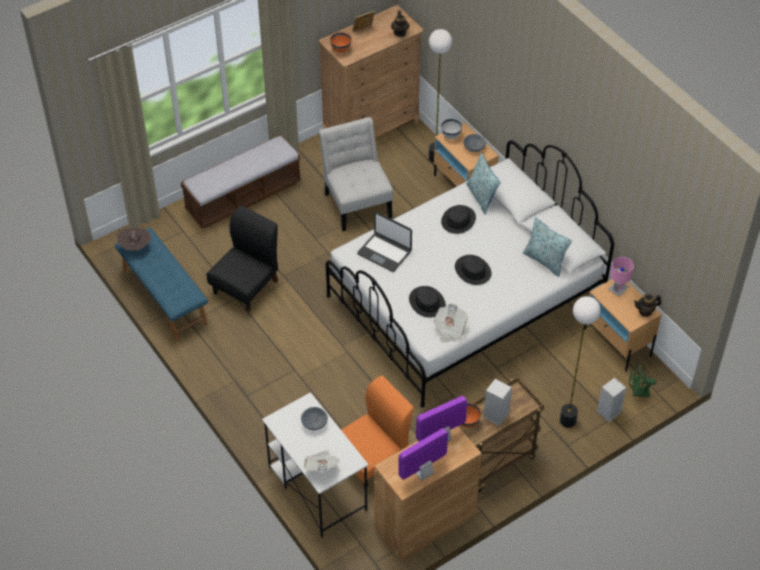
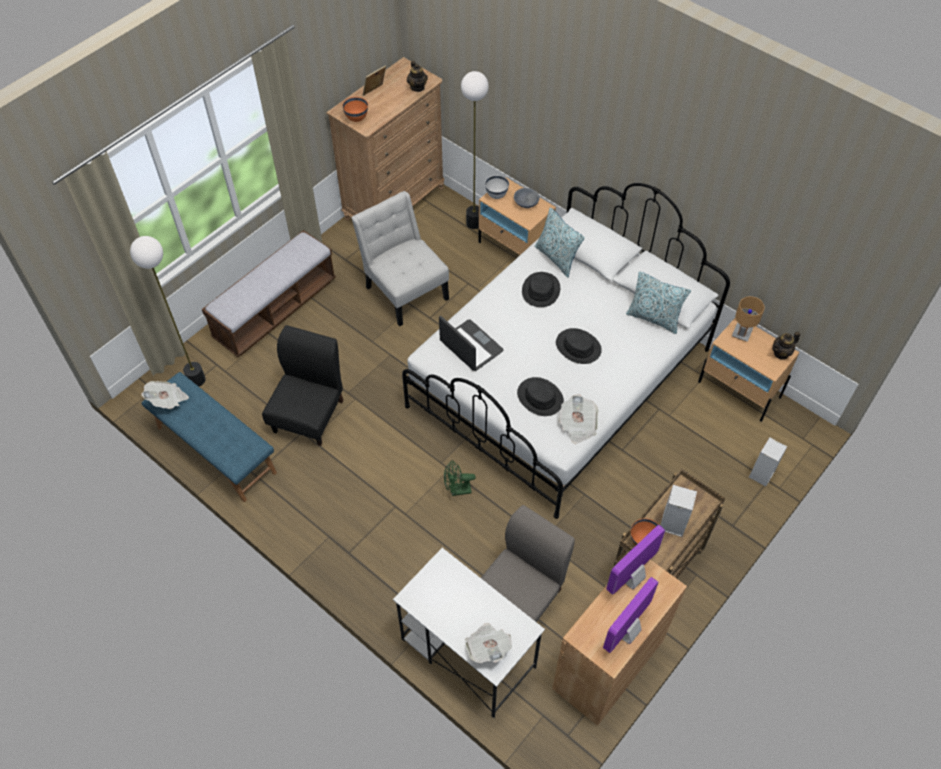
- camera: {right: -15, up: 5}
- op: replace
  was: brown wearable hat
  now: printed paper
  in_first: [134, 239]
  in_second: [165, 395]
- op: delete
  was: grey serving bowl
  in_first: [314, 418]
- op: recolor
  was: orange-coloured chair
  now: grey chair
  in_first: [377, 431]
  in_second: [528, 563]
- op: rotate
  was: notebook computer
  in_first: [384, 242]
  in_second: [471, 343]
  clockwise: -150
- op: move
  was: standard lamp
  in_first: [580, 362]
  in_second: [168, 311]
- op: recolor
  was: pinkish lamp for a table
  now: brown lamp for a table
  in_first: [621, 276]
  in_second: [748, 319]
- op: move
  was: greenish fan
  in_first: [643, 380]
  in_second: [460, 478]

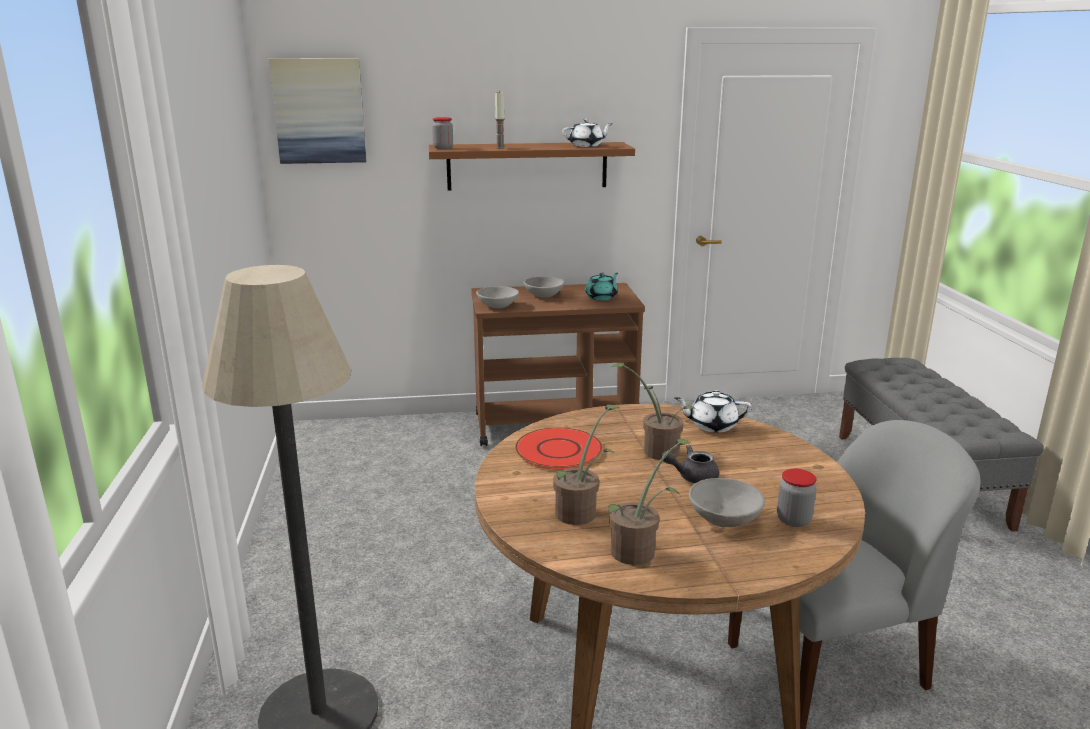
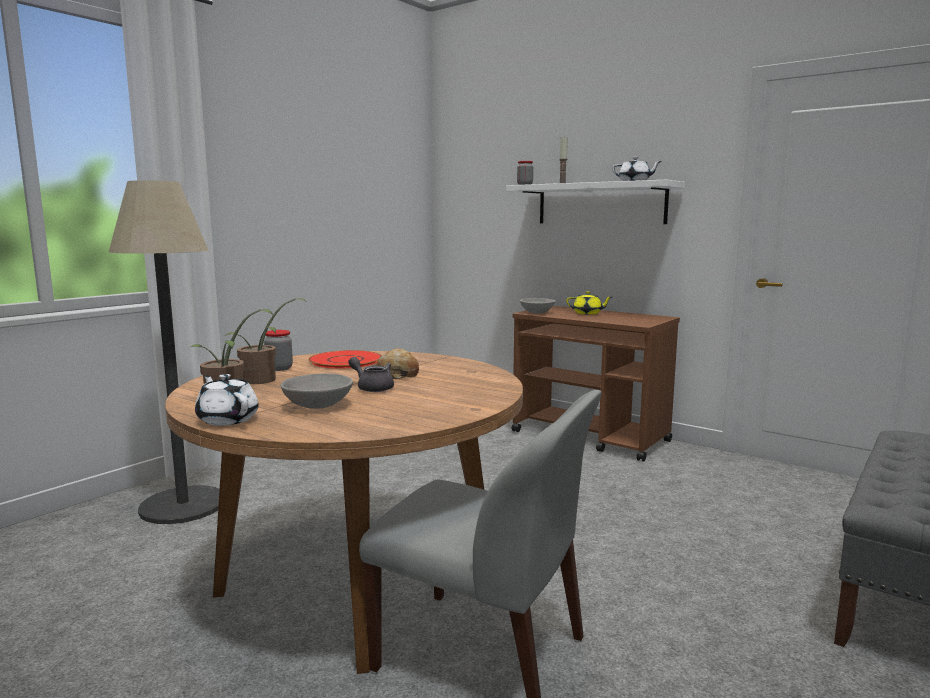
- camera: {right: 45, up: -10}
- op: delete
  was: picture
  in_first: [317, 111]
- op: recolor
  was: brown wall shelf
  now: white-coloured wall shelf
  in_first: [532, 166]
  in_second: [595, 201]
- op: replace
  was: grey serving bowl
  now: yellow-coloured tea pot
  in_first: [543, 287]
  in_second: [589, 303]
- op: delete
  was: turquoise-coloured tea pot
  in_first: [601, 286]
- op: replace
  was: houseplant
  now: baked bread
  in_first: [654, 411]
  in_second: [397, 364]
- op: move
  was: white-coloured tea pot
  in_first: [713, 411]
  in_second: [227, 400]
- op: move
  was: preserve jar
  in_first: [797, 498]
  in_second: [278, 350]

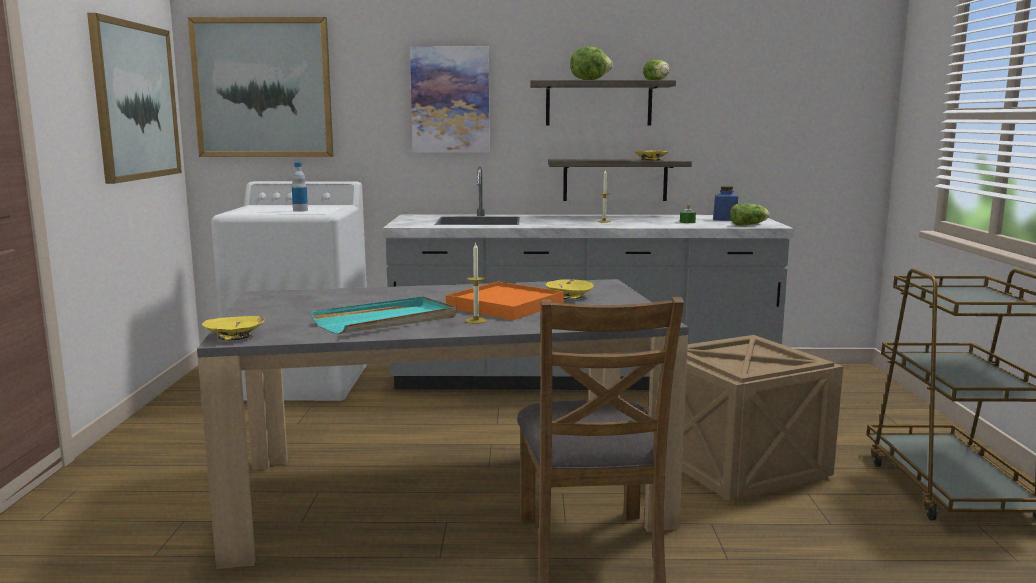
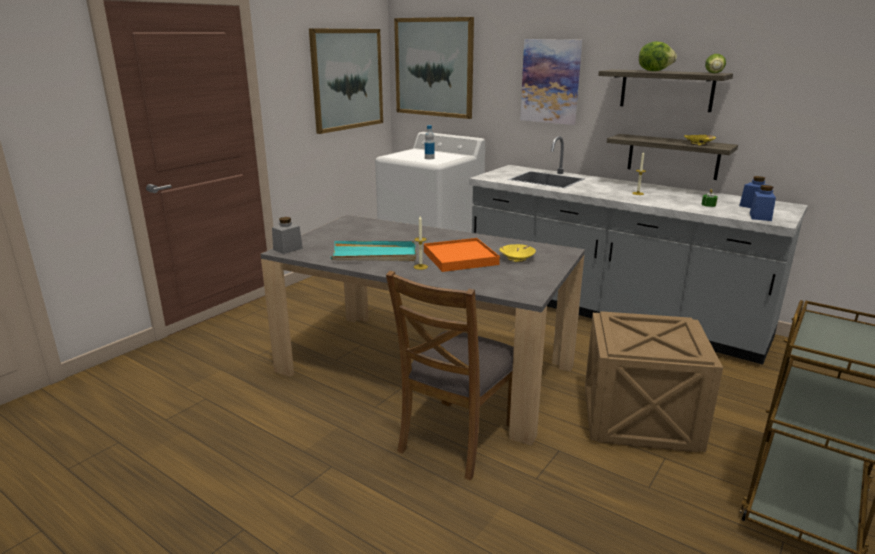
- camera: {right: 35, up: 10}
- op: replace
  was: yellow-coloured serving bowl
  now: grey preserve jar
  in_first: [233, 328]
  in_second: [287, 235]
- op: replace
  was: head of lettuce
  now: blue preserve jar
  in_first: [750, 214]
  in_second: [763, 203]

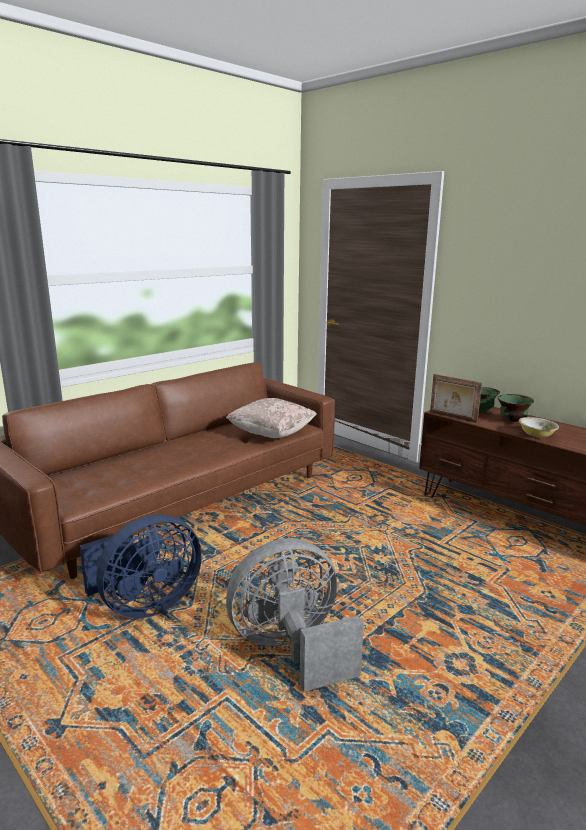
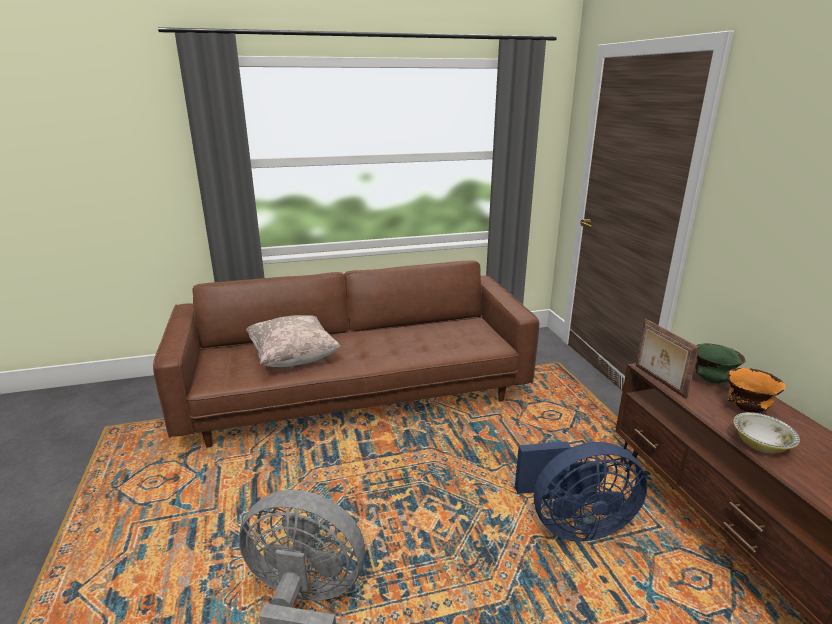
- camera: {right: 30, up: 5}
- op: move
  was: blue fan
  in_first: [141, 566]
  in_second: [581, 491]
- op: move
  was: sand-coloured throw pillow
  in_first: [271, 418]
  in_second: [293, 341]
- op: recolor
  was: greenish serving bowl
  now: orange-coloured serving bowl
  in_first: [516, 408]
  in_second: [755, 390]

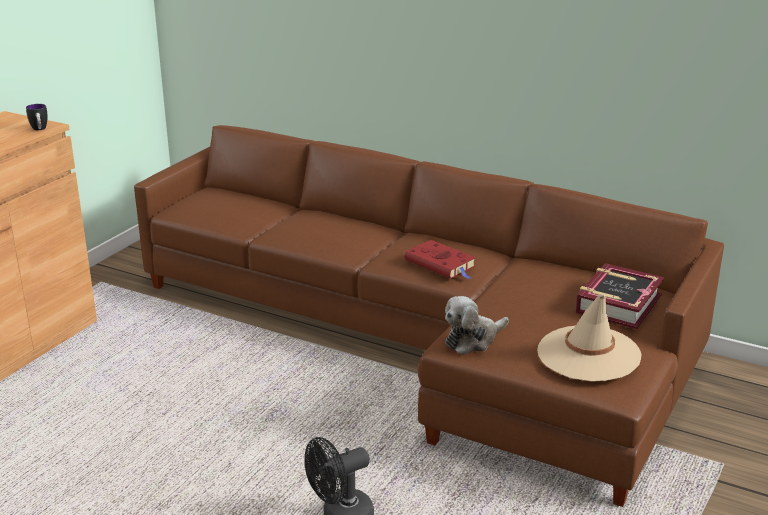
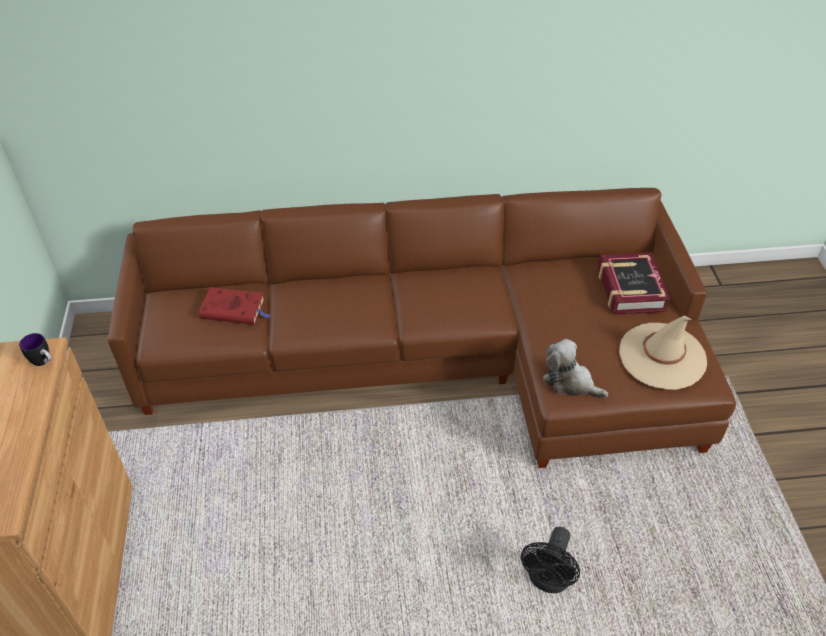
- camera: {right: -35, up: 20}
- op: move
  was: red-coloured book
  in_first: [440, 259]
  in_second: [234, 306]
- op: rotate
  was: plush toy
  in_first: [477, 325]
  in_second: [575, 368]
  clockwise: 105

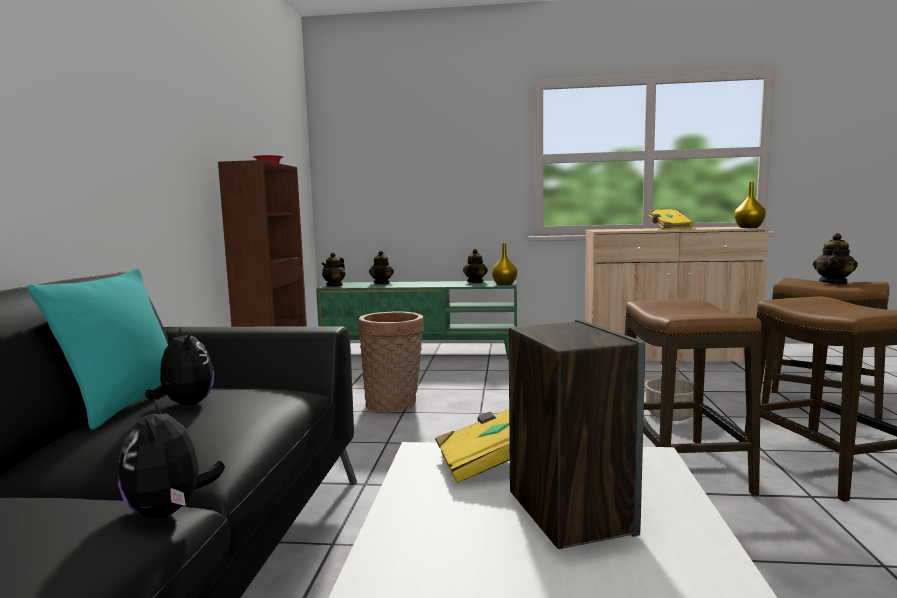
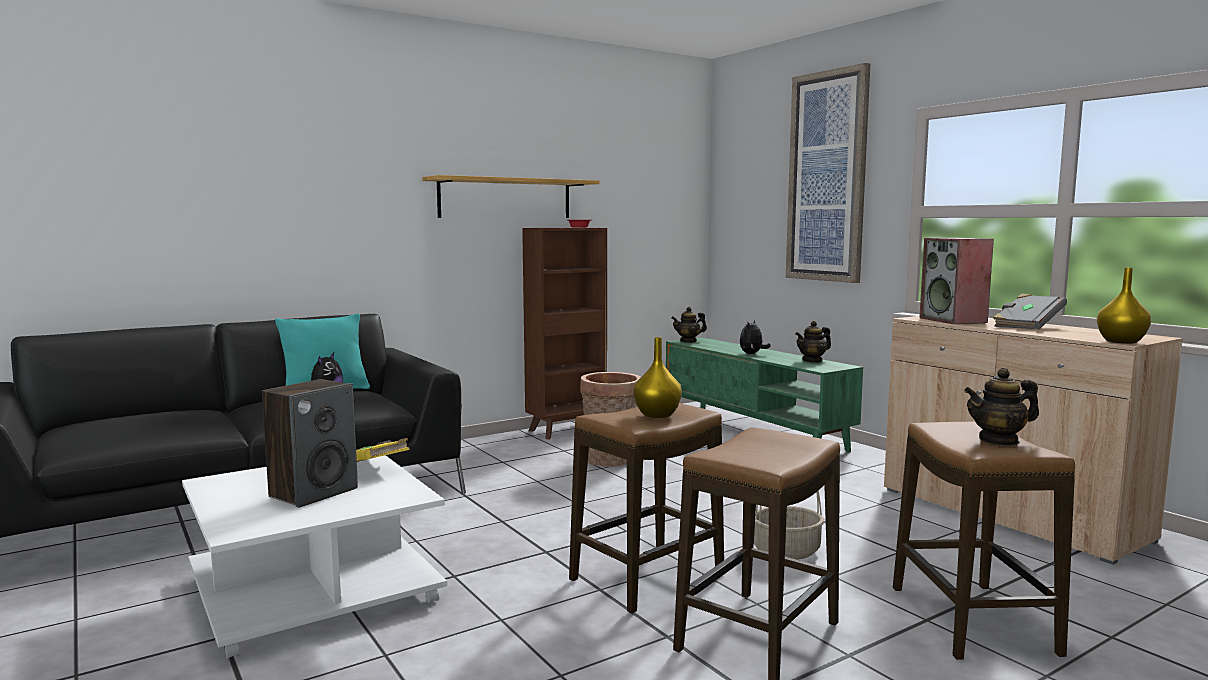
- camera: {right: 50, up: 0}
- op: move
  was: plush toy
  in_first: [171, 458]
  in_second: [755, 337]
- op: delete
  was: tea pot
  in_first: [381, 267]
- op: move
  was: yellow-coloured vase
  in_first: [504, 264]
  in_second: [657, 377]
- op: recolor
  was: yellow-coloured book
  now: grey book
  in_first: [670, 219]
  in_second: [1030, 312]
- op: insert
  now: wall shelf
  in_second: [510, 196]
- op: insert
  now: picture
  in_second: [828, 173]
- op: insert
  now: loudspeaker
  in_second: [956, 281]

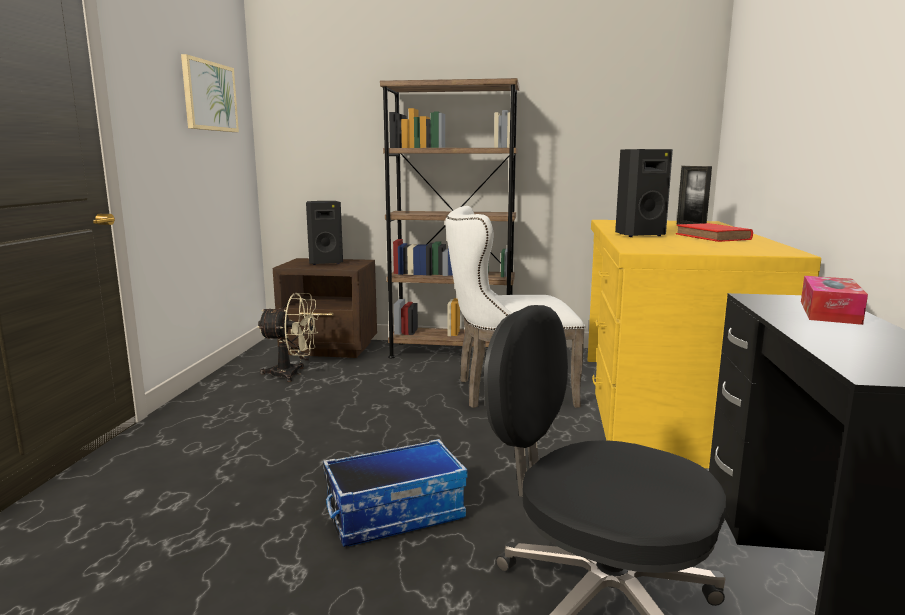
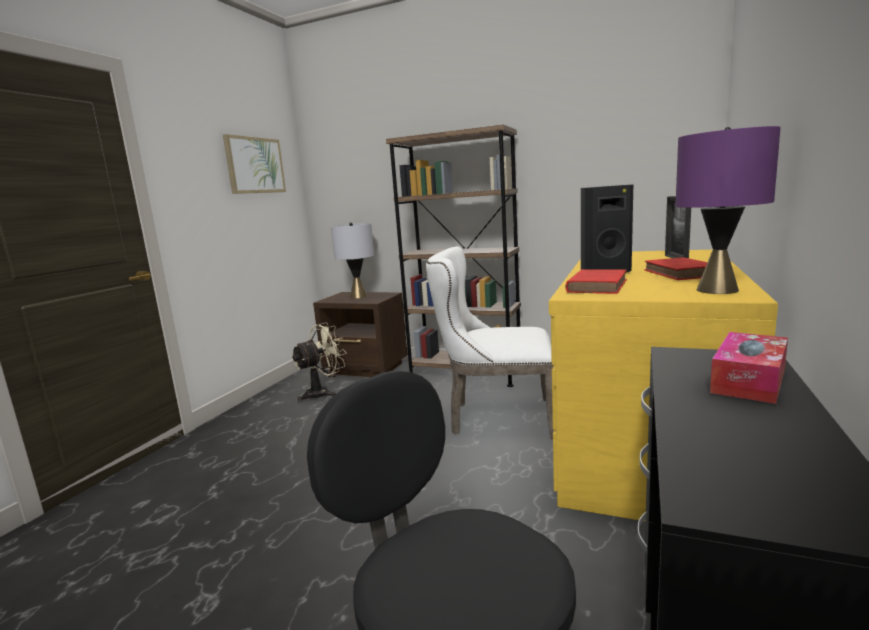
- camera: {right: 15, up: 0}
- op: rotate
  was: sand-coloured fan
  in_first: [288, 337]
  in_second: [319, 362]
  clockwise: -60
- op: replace
  was: blackish loudspeaker
  now: grey lamp for a table
  in_first: [324, 233]
  in_second: [352, 260]
- op: delete
  was: storage bin
  in_first: [395, 493]
- op: insert
  now: red-coloured book
  in_second: [596, 281]
- op: insert
  now: purple lamp for a table
  in_second: [728, 210]

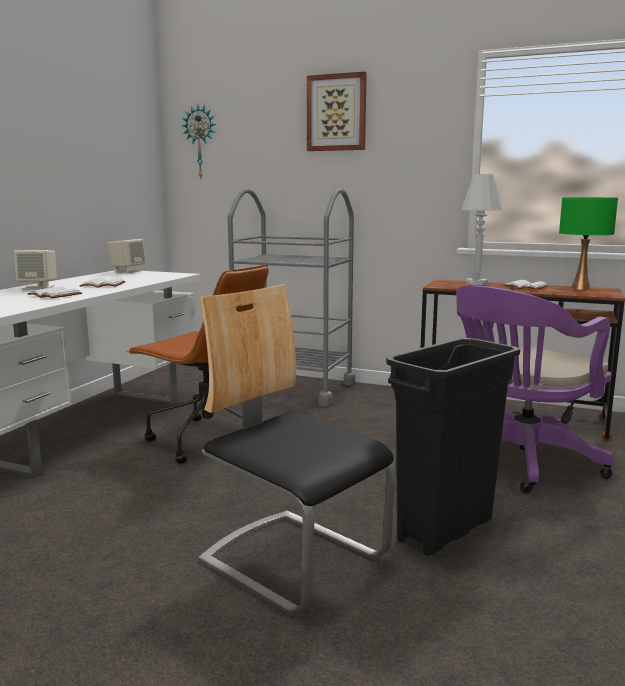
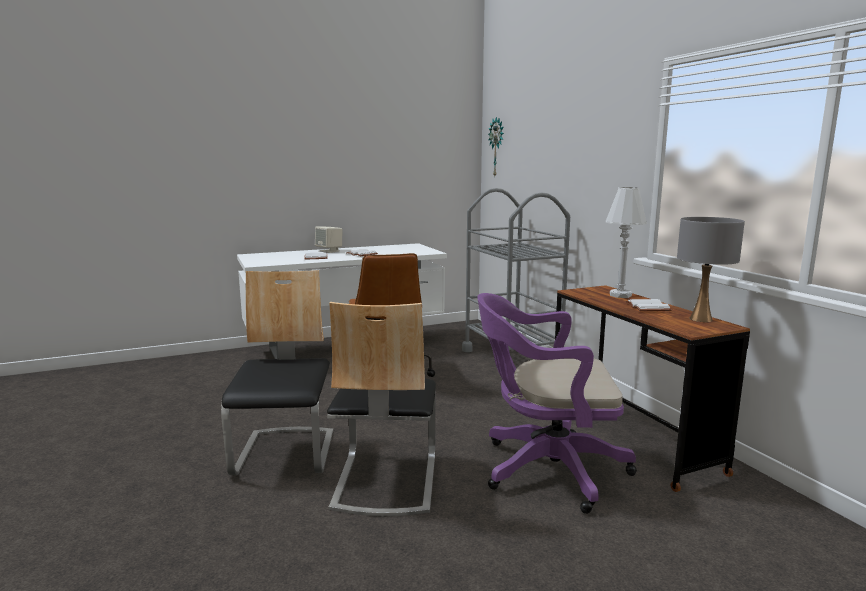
- camera: {right: 45, up: 0}
- op: delete
  was: sand-coloured loudspeaker
  in_first: [126, 256]
- op: delete
  was: picture
  in_first: [337, 111]
- op: replace
  was: blackish waste bin
  now: chair
  in_first: [453, 447]
  in_second: [381, 409]
- op: recolor
  was: greenish lamp for a table
  now: grey lamp for a table
  in_first: [588, 243]
  in_second: [711, 269]

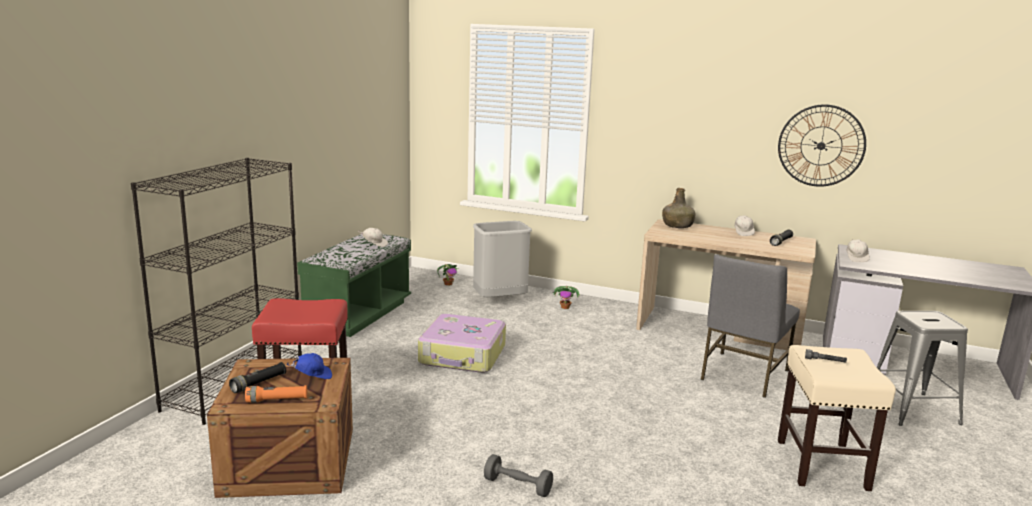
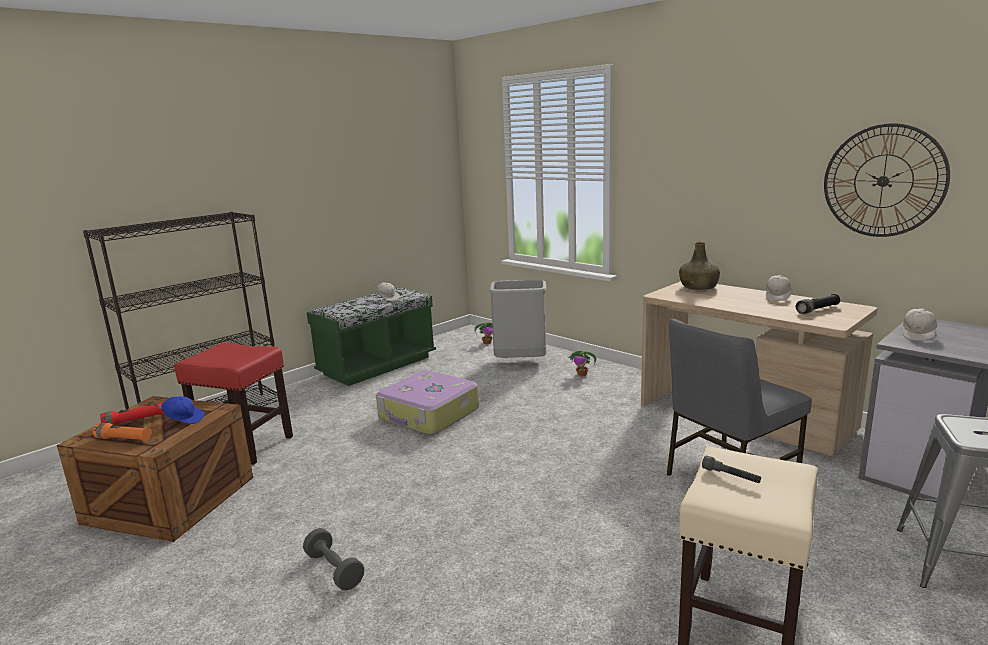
- camera: {right: 25, up: 0}
- op: recolor
  was: blackish hand torch
  now: red-coloured hand torch
  in_first: [257, 377]
  in_second: [132, 413]

